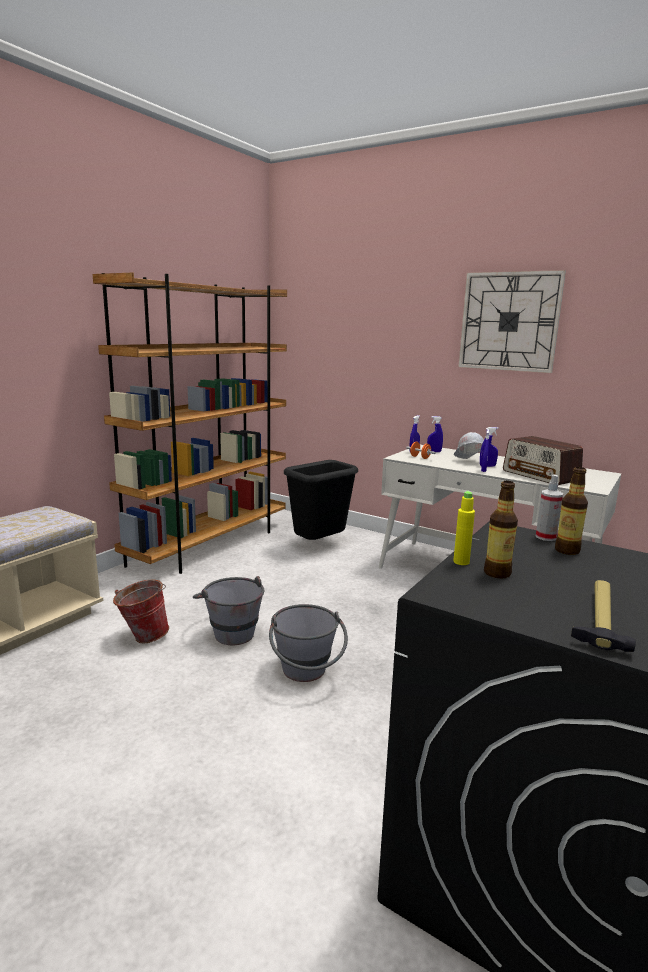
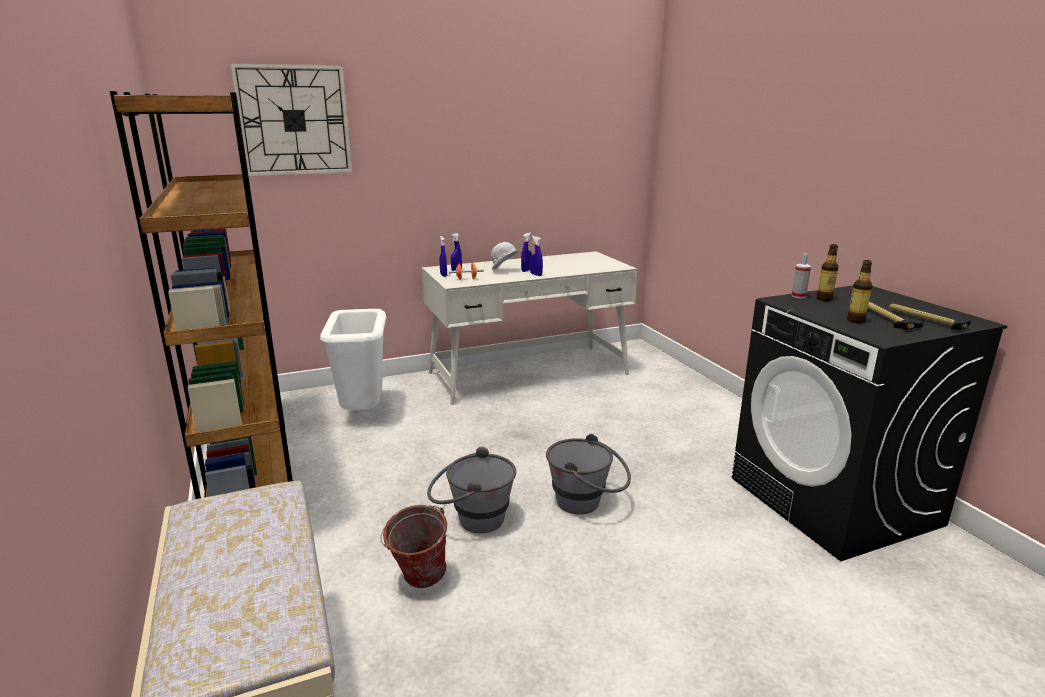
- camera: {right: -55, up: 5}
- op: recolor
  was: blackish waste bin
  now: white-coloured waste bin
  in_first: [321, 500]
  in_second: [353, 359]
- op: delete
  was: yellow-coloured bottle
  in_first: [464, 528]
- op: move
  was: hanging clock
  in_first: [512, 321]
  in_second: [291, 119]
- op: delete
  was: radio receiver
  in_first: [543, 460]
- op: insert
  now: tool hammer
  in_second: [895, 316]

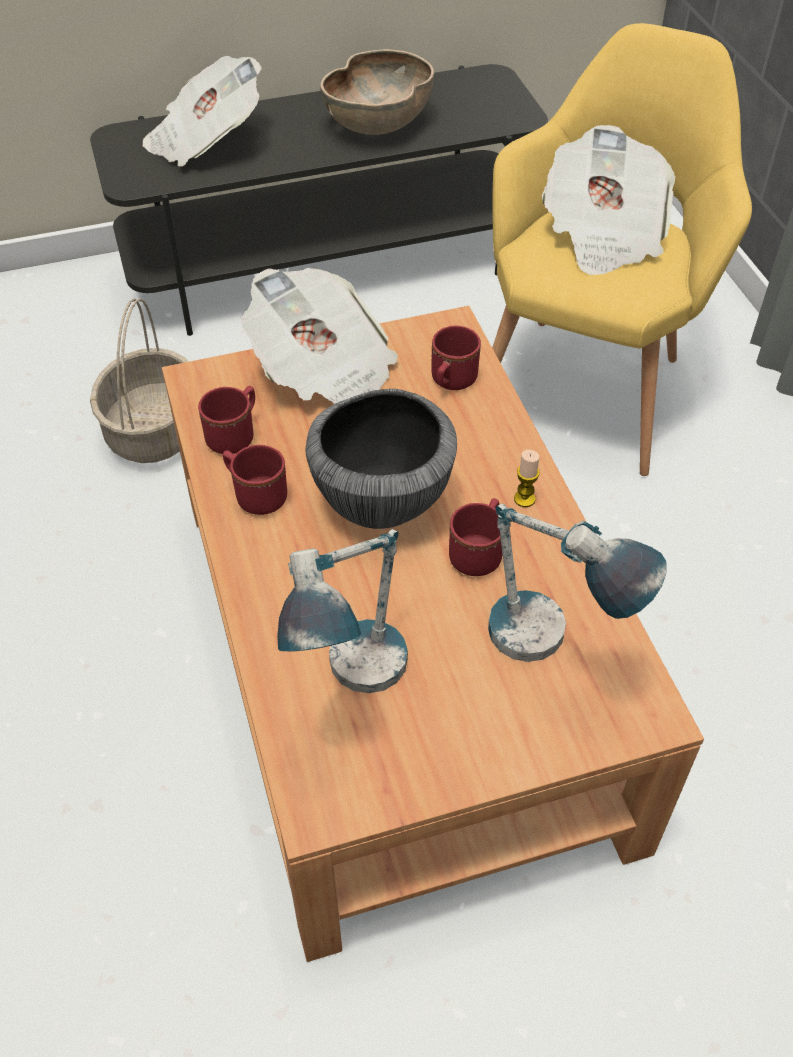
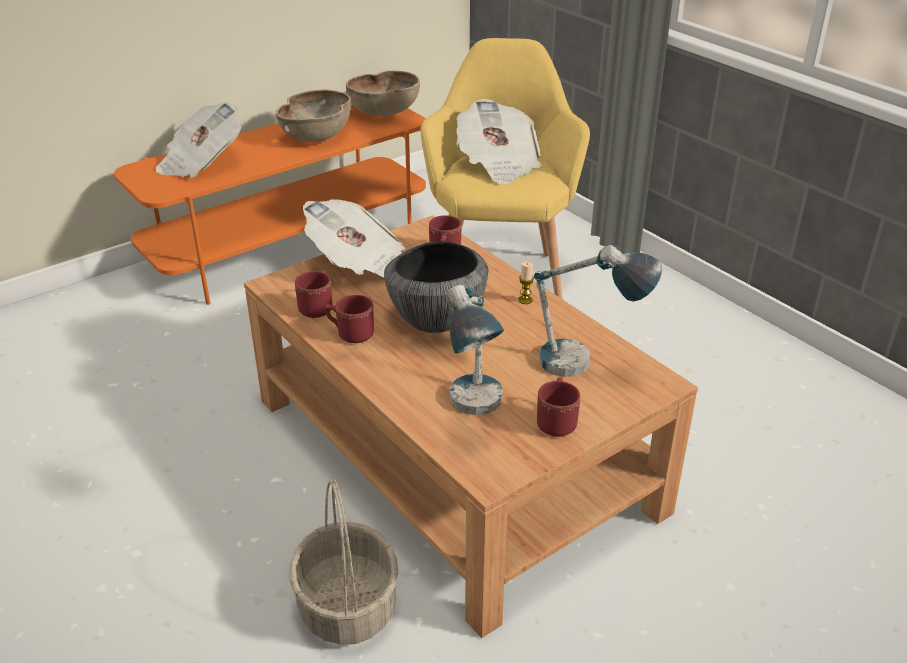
- camera: {right: -20, up: -15}
- op: recolor
  was: grey tv unit
  now: orange-coloured tv unit
  in_first: [319, 200]
  in_second: [270, 204]
- op: move
  was: basket
  in_first: [139, 380]
  in_second: [343, 562]
- op: move
  was: red-coloured mug
  in_first: [476, 537]
  in_second: [558, 407]
- op: insert
  now: brown serving bowl
  in_second: [383, 93]

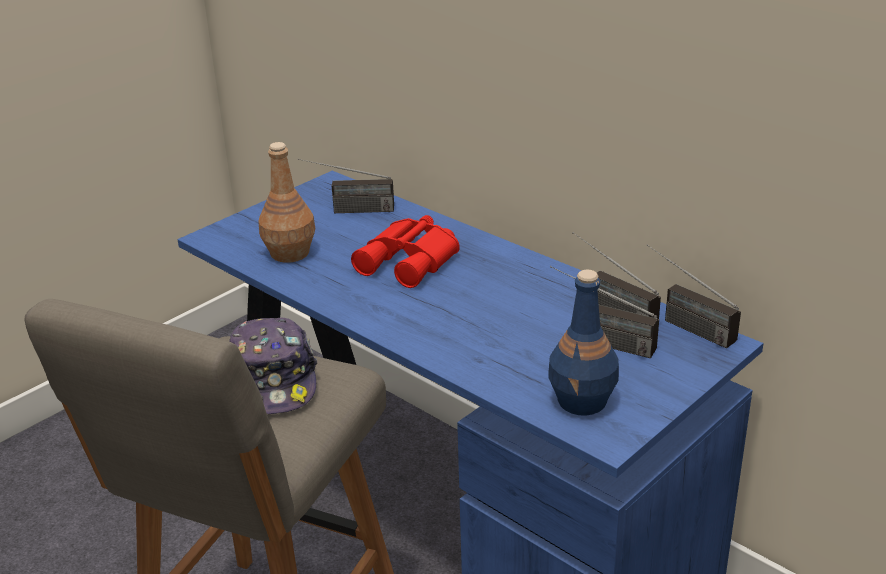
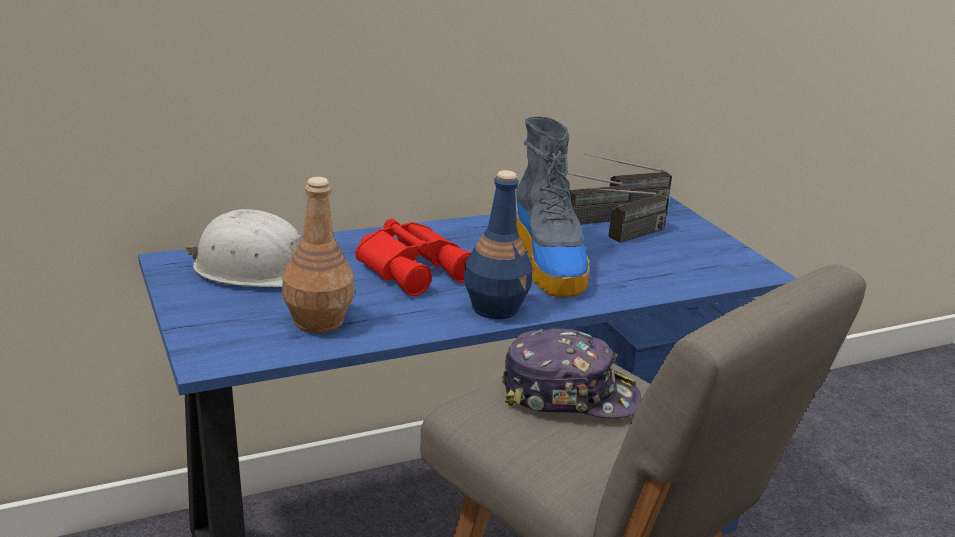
- camera: {right: -70, up: -5}
- op: replace
  was: radio receiver
  now: white-coloured safety helmet
  in_first: [345, 186]
  in_second: [244, 248]
- op: move
  was: blue bottle
  in_first: [583, 343]
  in_second: [498, 244]
- op: insert
  now: boot
  in_second: [552, 206]

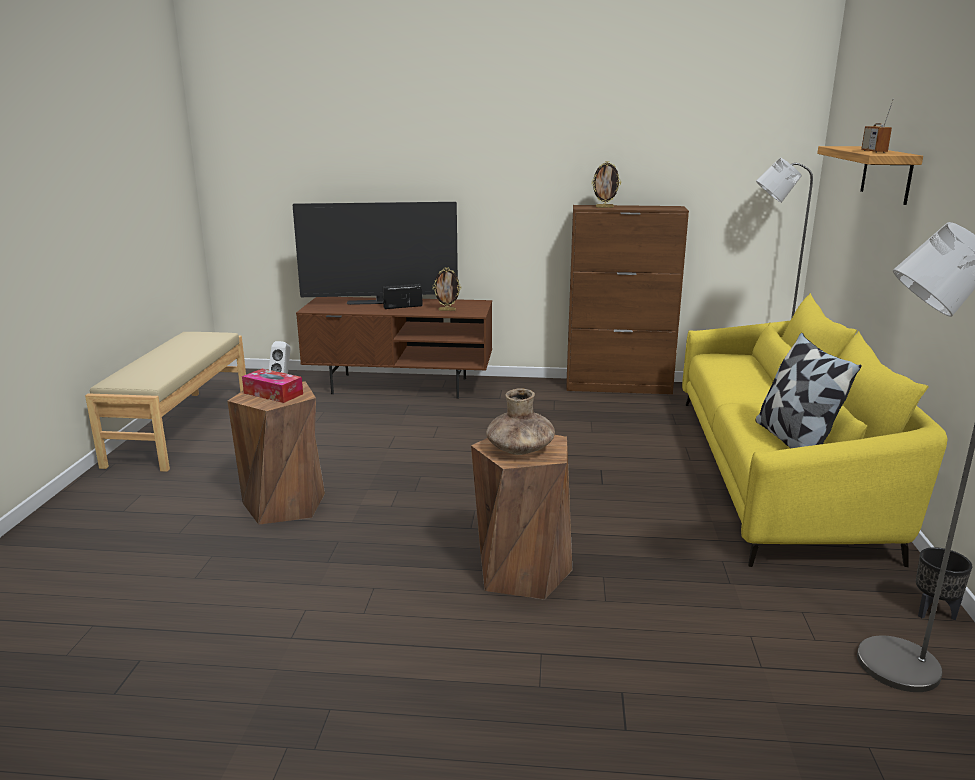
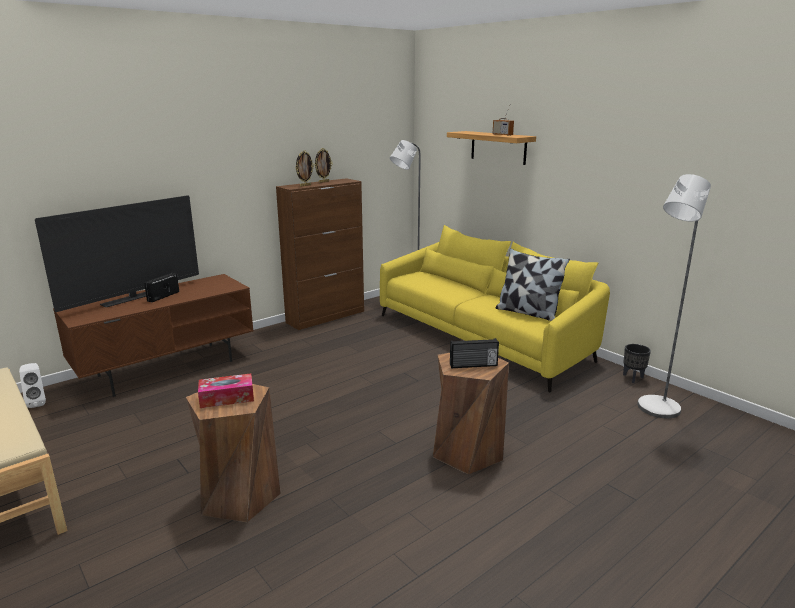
- camera: {right: -45, up: 0}
- op: move
  was: photo frame
  in_first: [446, 289]
  in_second: [323, 165]
- op: replace
  was: brown vase
  now: radio receiver
  in_first: [520, 421]
  in_second: [474, 353]

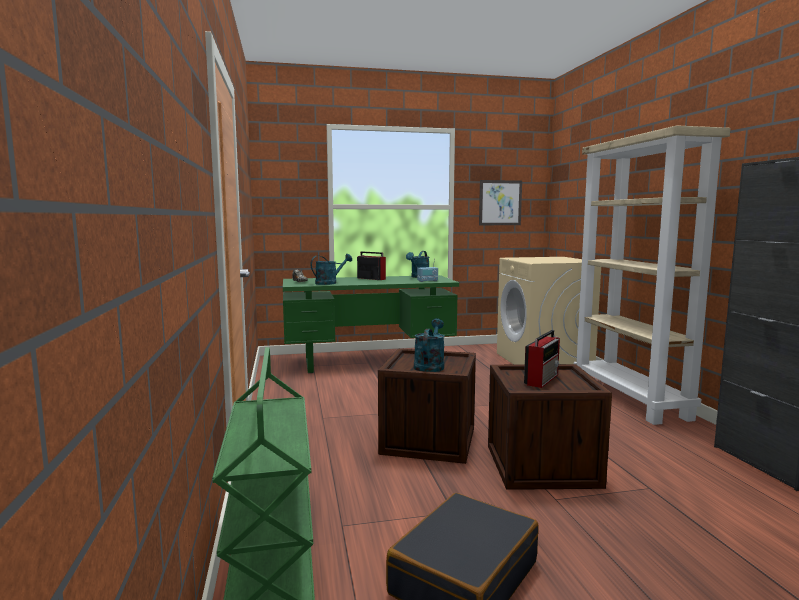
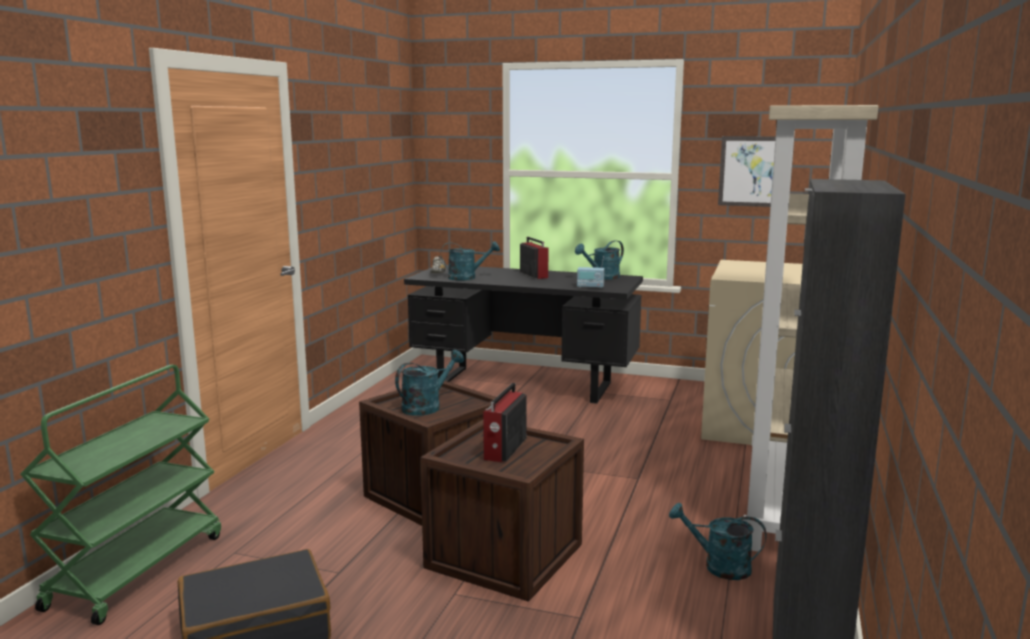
- camera: {right: 30, up: 5}
- op: recolor
  was: greenish desk table
  now: blackish desk table
  in_first: [371, 324]
  in_second: [523, 334]
- op: rotate
  was: radio receiver
  in_first: [542, 359]
  in_second: [505, 422]
  clockwise: 135
- op: insert
  now: turquoise-coloured sprinkling can
  in_second: [718, 541]

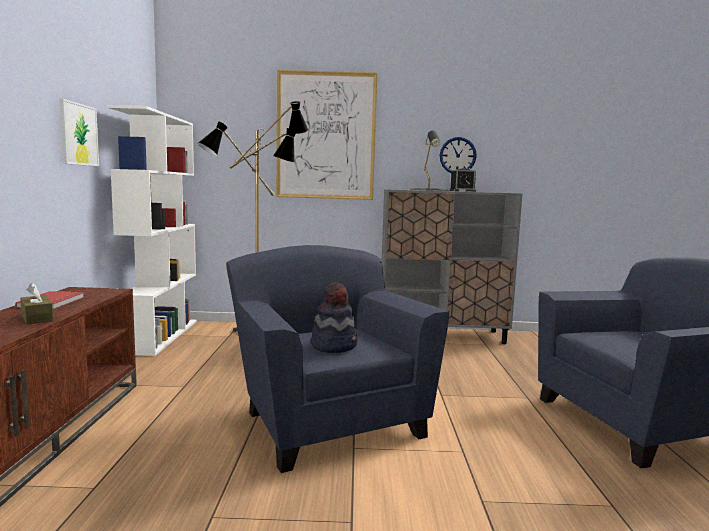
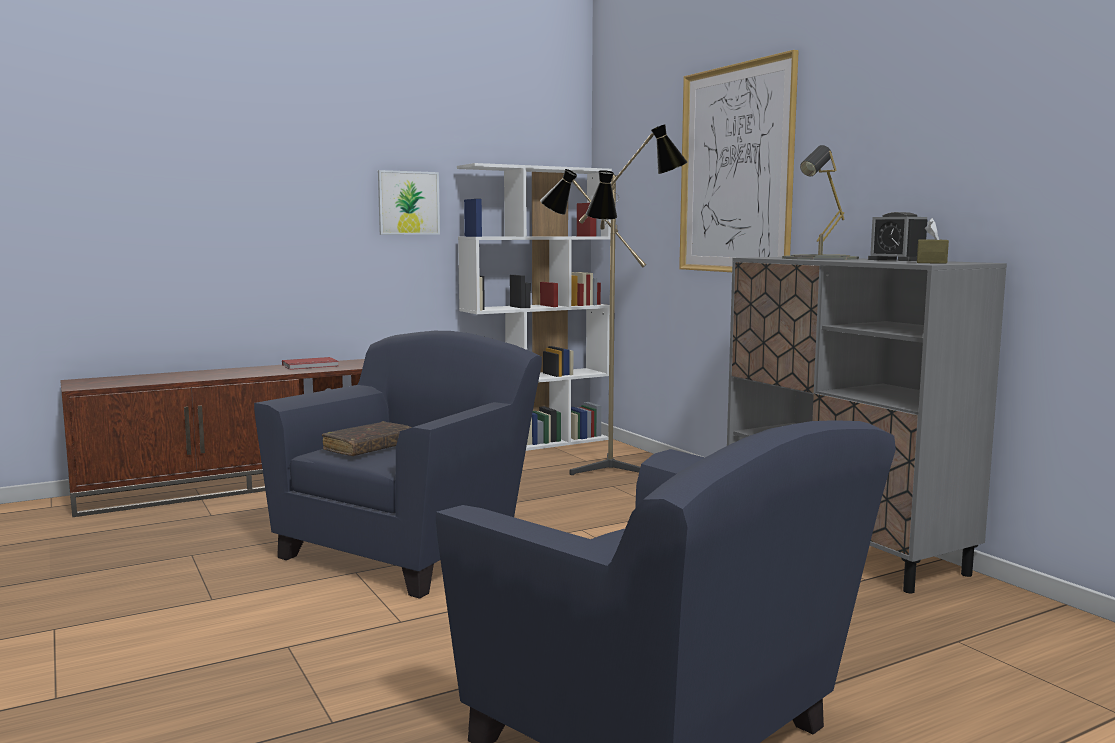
- camera: {right: 60, up: 0}
- op: move
  was: brown tissue box
  in_first: [36, 303]
  in_second: [933, 241]
- op: replace
  was: wearable hat
  now: brown book
  in_first: [334, 317]
  in_second: [367, 438]
- op: delete
  was: hanging clock
  in_first: [458, 155]

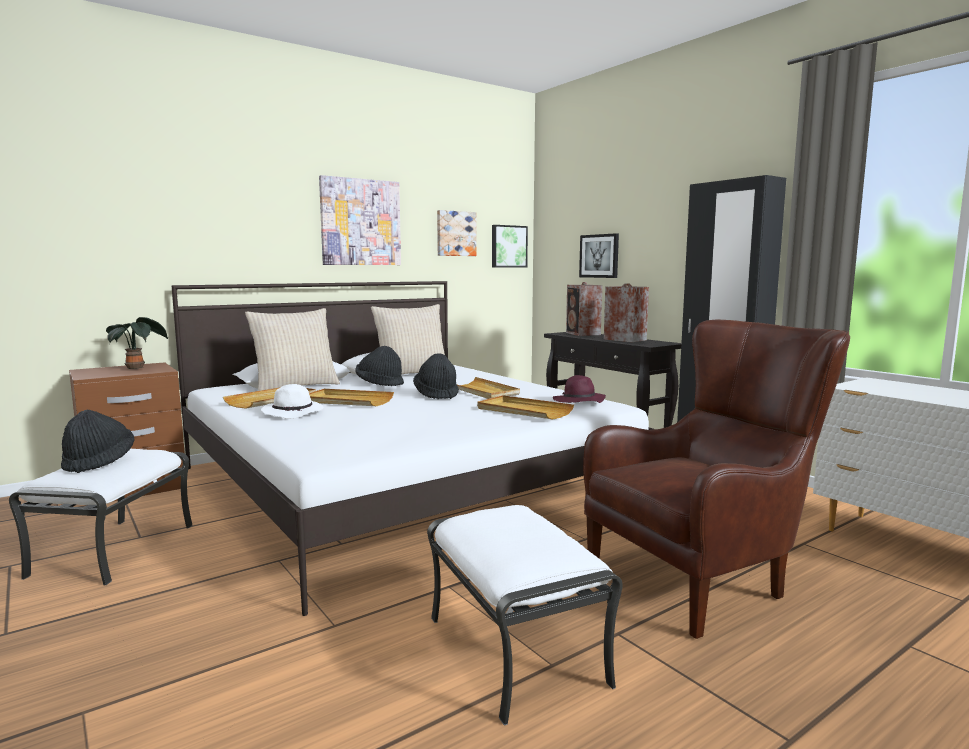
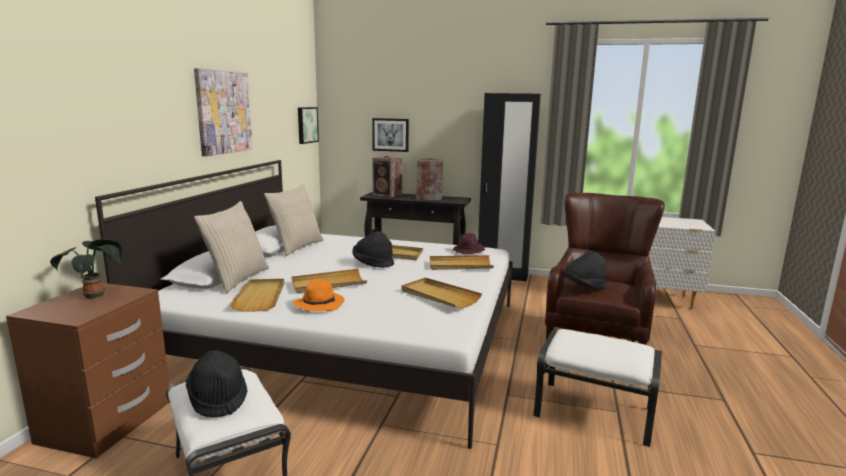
- camera: {right: -40, up: 5}
- op: recolor
  was: white-coloured wearable hat
  now: orange-coloured wearable hat
  in_first: [292, 401]
  in_second: [318, 295]
- op: move
  was: blackish wearable hat
  in_first: [379, 366]
  in_second: [585, 270]
- op: delete
  was: picture
  in_first: [457, 233]
- op: insert
  now: sand-coloured serving tray
  in_second: [442, 293]

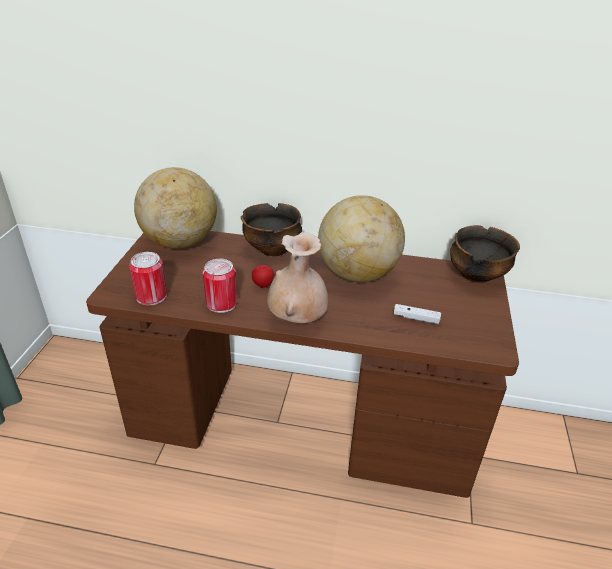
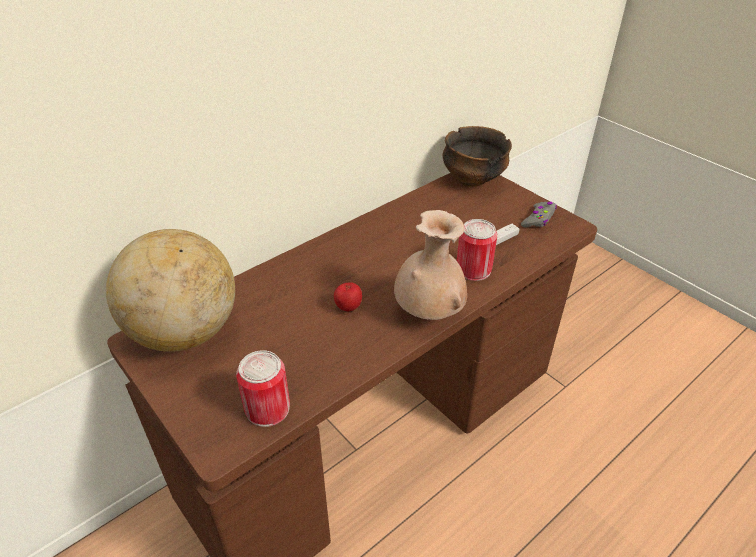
- camera: {right: -50, up: 5}
- op: move
  was: sealed can
  in_first: [220, 286]
  in_second: [477, 250]
- op: delete
  was: serving bowl
  in_first: [271, 229]
- op: delete
  was: globe
  in_first: [361, 238]
- op: insert
  now: grey game controller
  in_second: [539, 214]

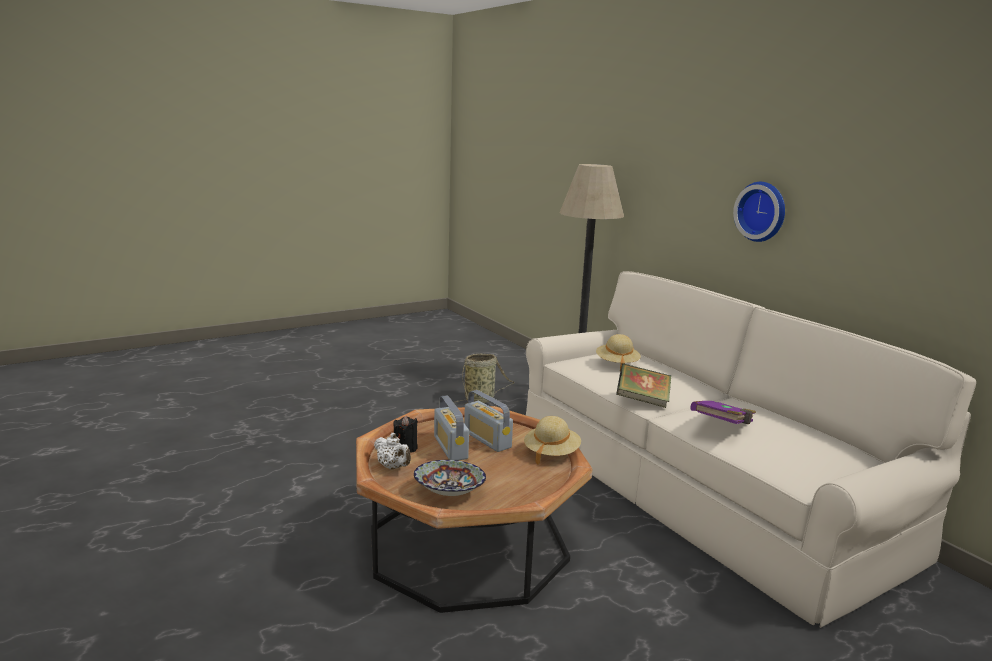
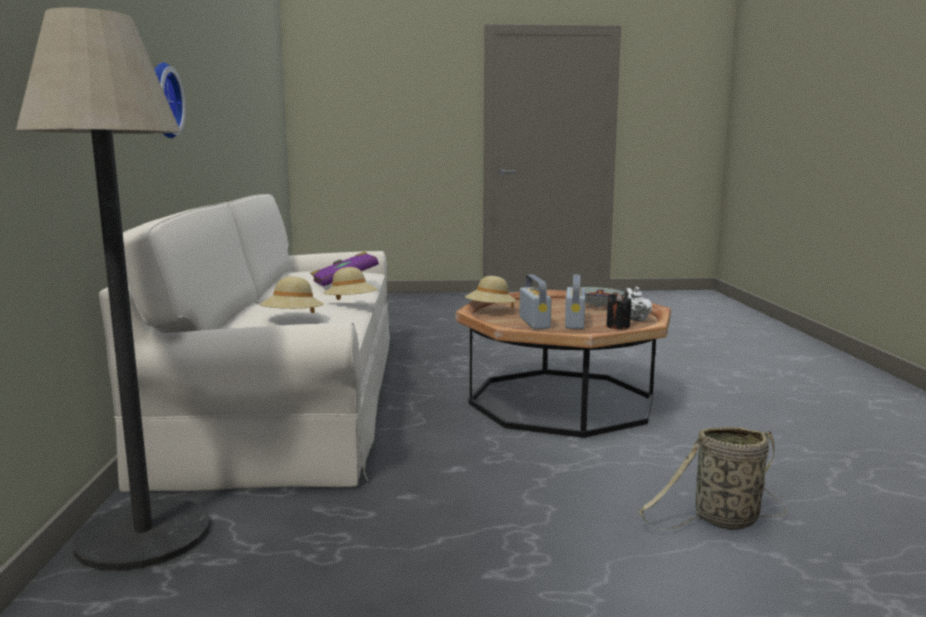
- camera: {right: -150, up: -5}
- op: move
  was: basket
  in_first: [484, 379]
  in_second: [712, 478]
- op: replace
  was: book
  now: sand-coloured wearable hat
  in_first: [643, 385]
  in_second: [351, 283]

